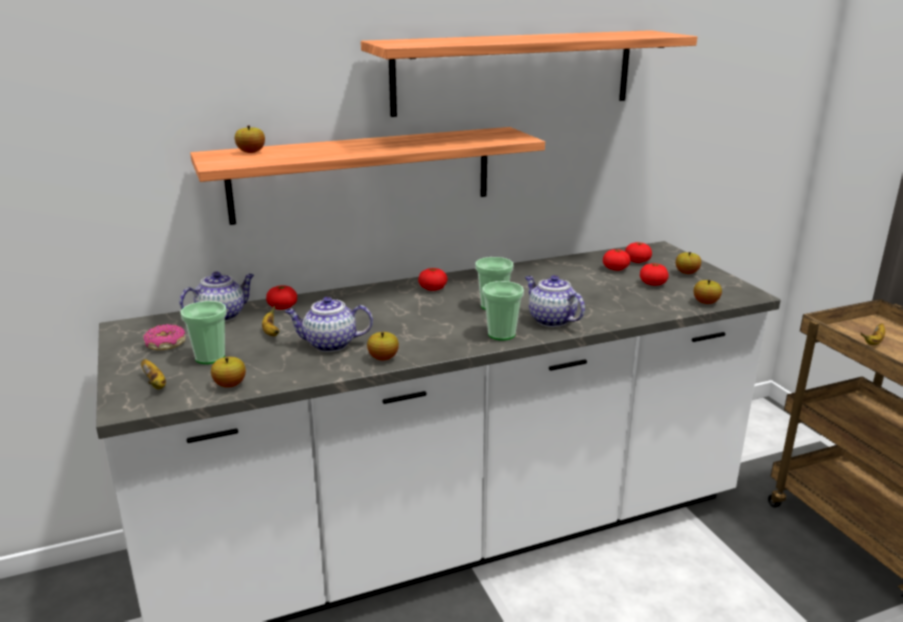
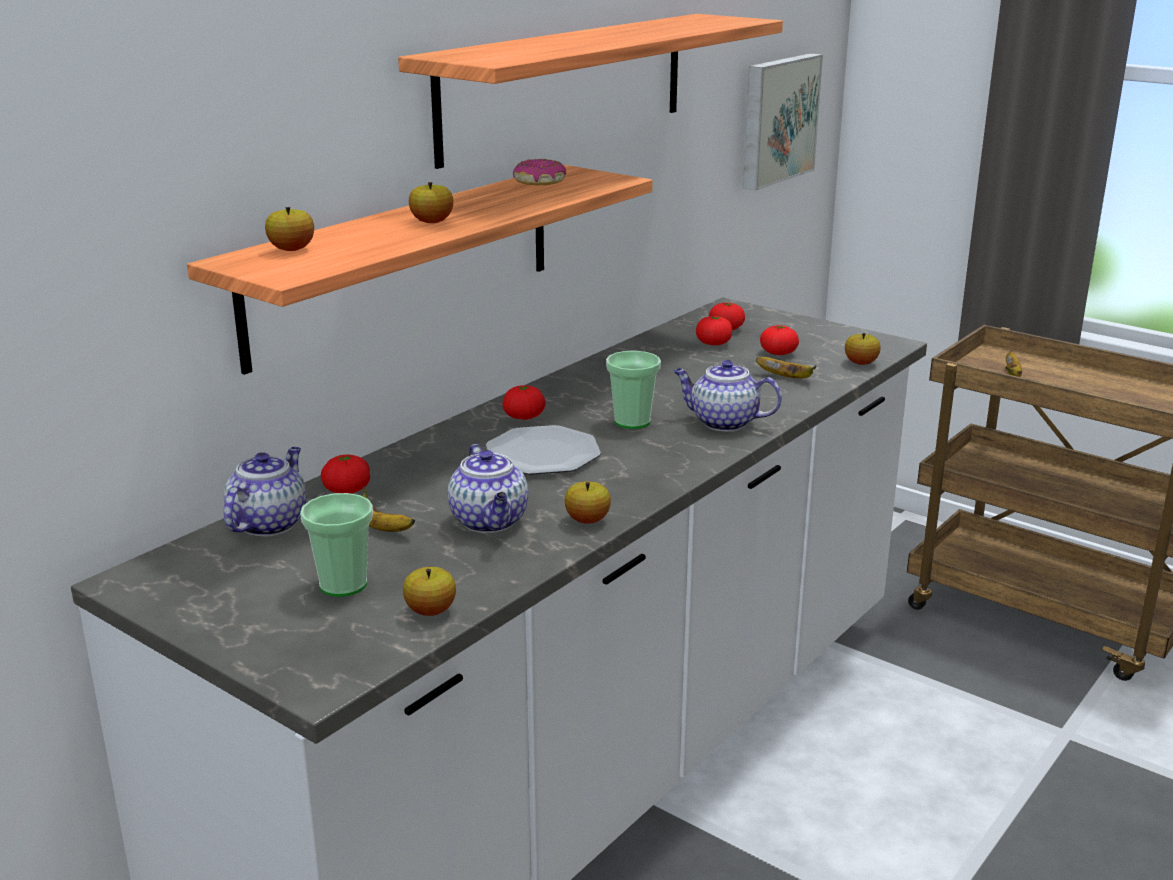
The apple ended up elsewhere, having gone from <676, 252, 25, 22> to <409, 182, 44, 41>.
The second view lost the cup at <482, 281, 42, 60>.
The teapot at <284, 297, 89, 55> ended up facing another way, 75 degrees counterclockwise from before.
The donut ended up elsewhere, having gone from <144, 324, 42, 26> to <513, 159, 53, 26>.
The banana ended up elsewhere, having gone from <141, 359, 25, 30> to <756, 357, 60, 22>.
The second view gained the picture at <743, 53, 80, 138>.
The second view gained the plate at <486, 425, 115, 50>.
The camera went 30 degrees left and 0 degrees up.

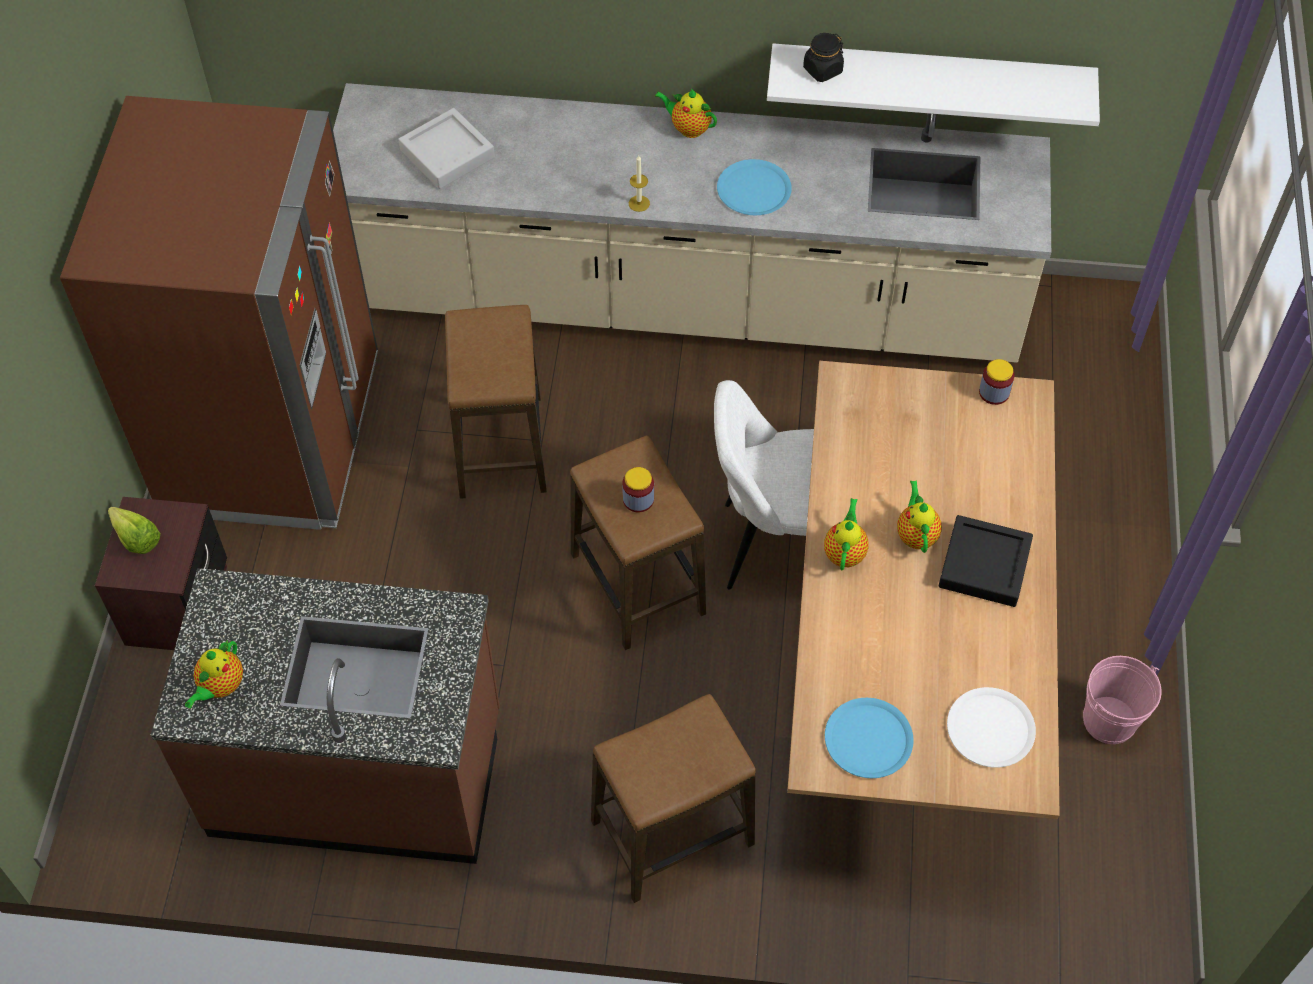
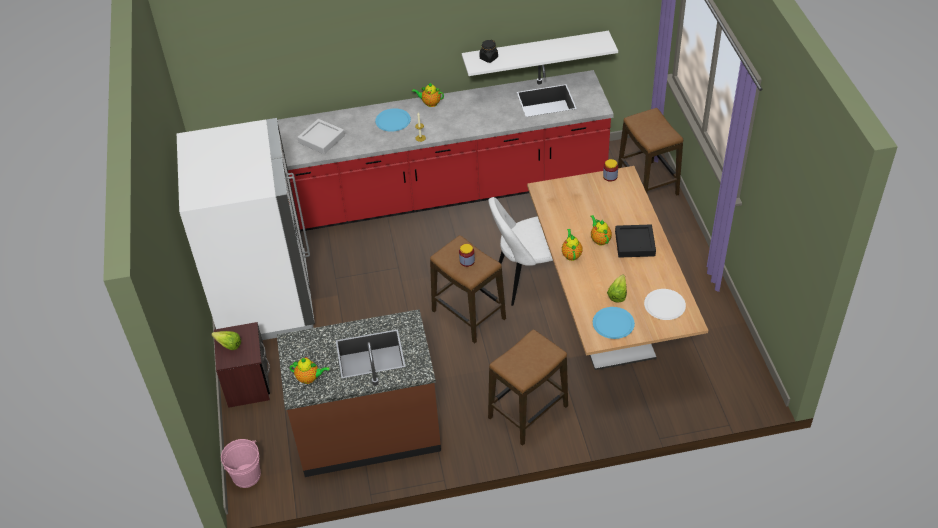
What was the counter (beige) at <333, 83, 718, 280> turned into the counter (red) at <277, 65, 337, 166>.
What was the fridge (brown) at <60, 96, 318, 434> turned into the fridge (white) at <177, 118, 138, 222>.
The plate (blue) ended up elsewhere, having gone from <717, 159, 75, 56> to <375, 108, 36, 24>.
The stool ended up elsewhere, having gone from <445, 305, 102, 194> to <618, 108, 65, 87>.
The teapot at <185, 640, 58, 69> ended up facing another way, 90 degrees counterclockwise from before.
The bucket (pink) ended up elsewhere, having gone from <1083, 656, 78, 88> to <221, 439, 40, 49>.
The second view gained the lettuce at <607, 274, 20, 28>.
The camera went 15 degrees left and 10 degrees down.

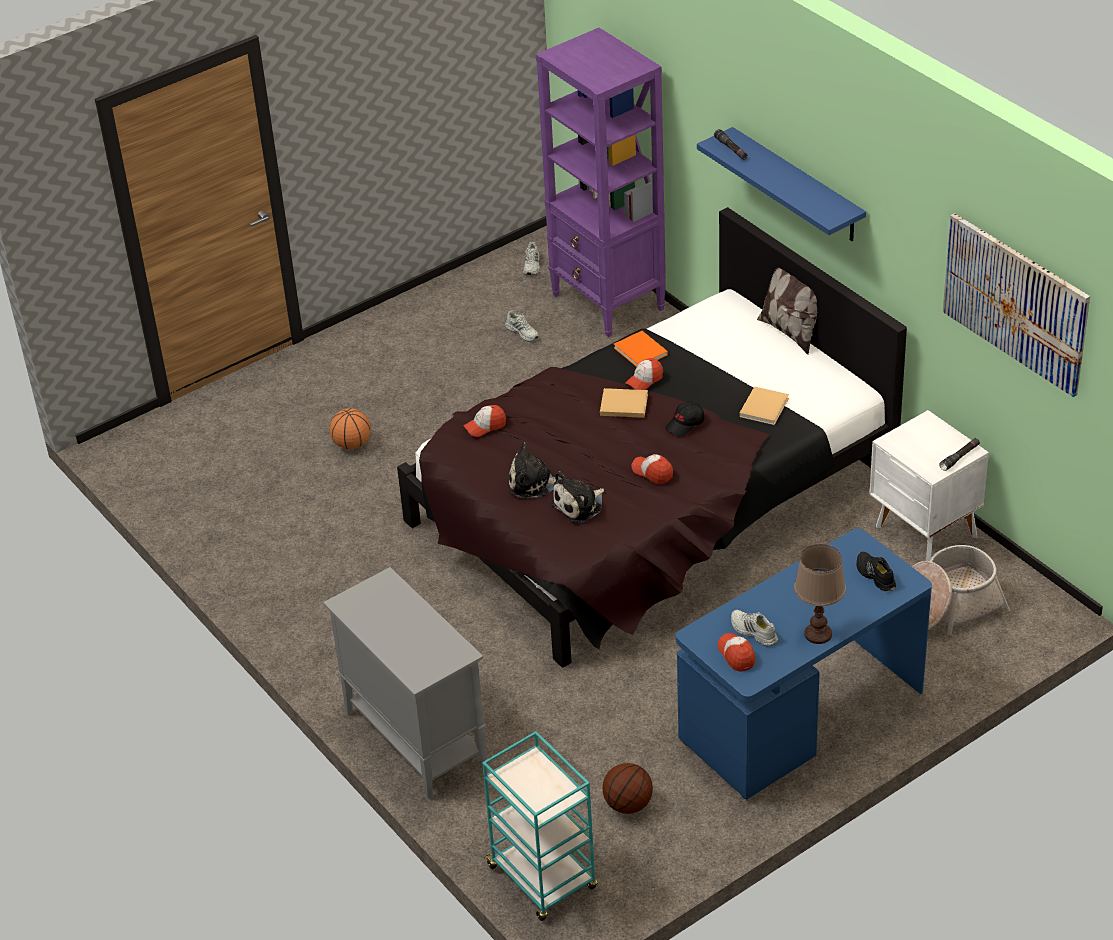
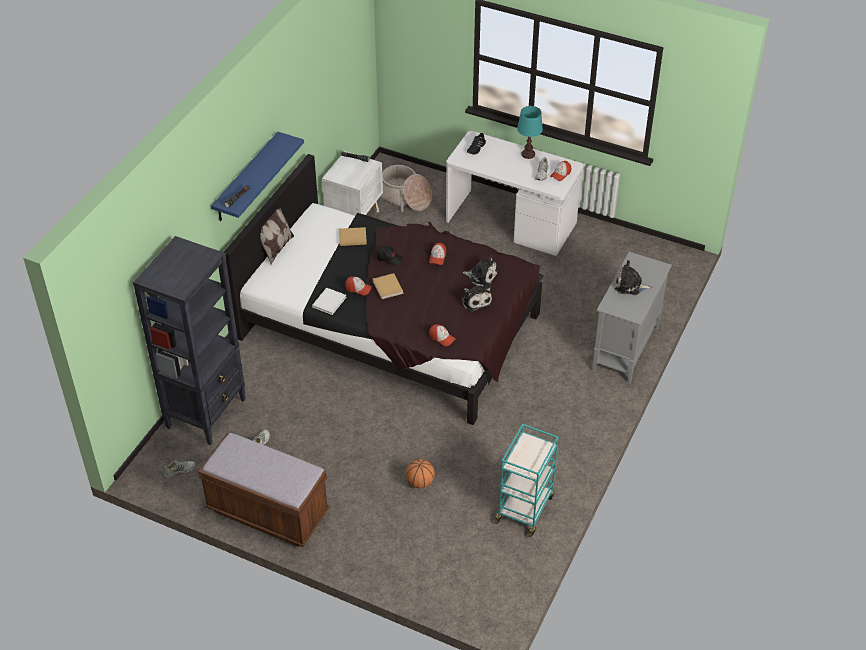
What was the bookcase (purple) at <536, 28, 130, 309> turned into the bookcase (black) at <133, 236, 113, 209>.
The second view lost the picture at <943, 213, 147, 184>.
What was the book (orange) at <614, 331, 54, 36> turned into the book (white) at <312, 288, 34, 27>.
What was the desk (blue) at <676, 529, 256, 271> turned into the desk (white) at <446, 131, 138, 125>.
What was the table lamp (brown) at <794, 544, 52, 100> turned into the table lamp (turquoise) at <517, 106, 26, 53>.
The cart (turquoise) ended up elsewhere, having gone from <482, 731, 116, 190> to <494, 424, 65, 113>.
The second view lost the basketball at <602, 763, 51, 51>.
The second view gained the plush toy at <615, 260, 37, 35>.
The second view gained the bench (brown) at <198, 433, 131, 114>.
The camera went 120 degrees left and 5 degrees up.

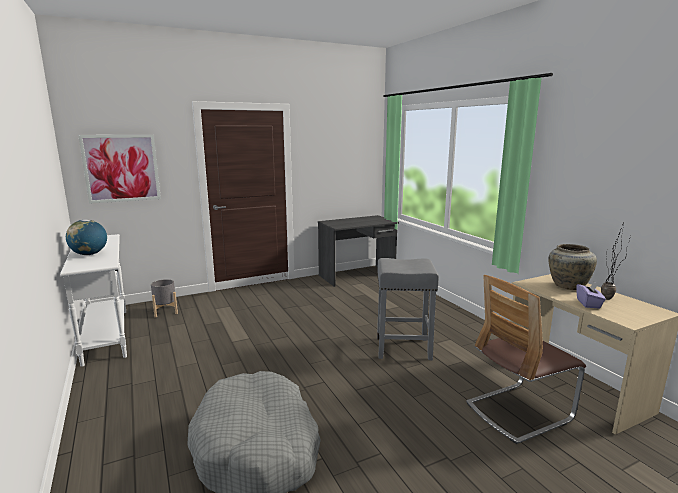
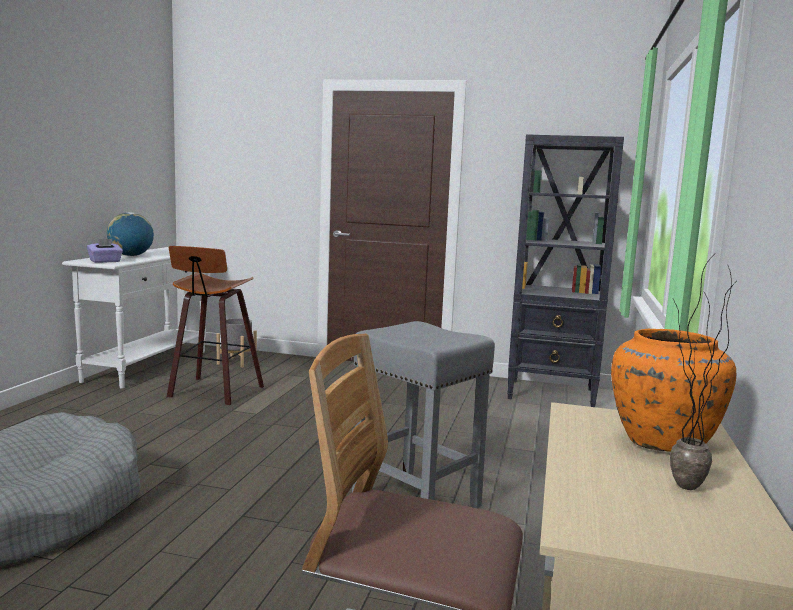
The second view lost the picture at <78, 135, 83, 69>.
Where the desk (grey) stood at <318, 215, 81, 72>, the bookcase (black) came to stand at <507, 134, 117, 273>.
What was the vase (beige) at <548, 244, 49, 46> turned into the vase (orange) at <611, 329, 125, 123>.
The tissue box (purple) ended up elsewhere, having gone from <577, 282, 29, 27> to <87, 239, 36, 24>.
The second view gained the stool at <167, 246, 97, 159>.
The camera went 40 degrees right and 5 degrees down.

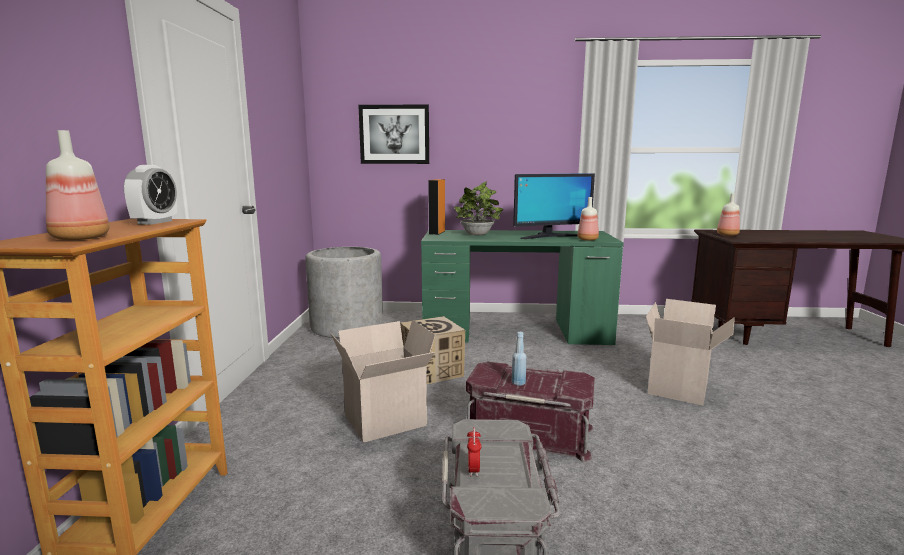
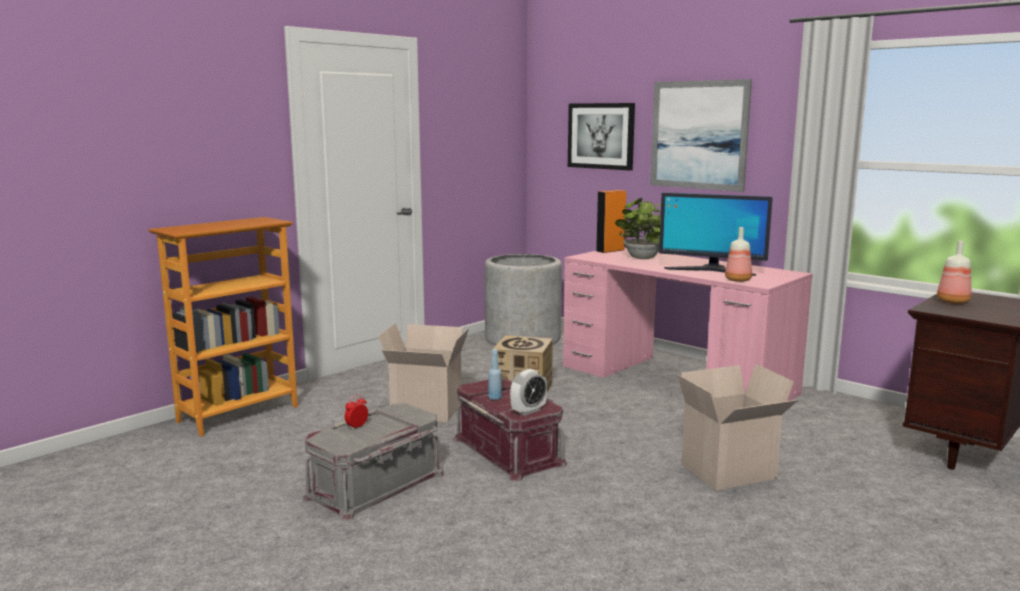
The second view lost the bottle at <46, 130, 64, 110>.
The alarm clock ended up elsewhere, having gone from <124, 165, 53, 59> to <510, 369, 37, 47>.
What was the desk (green) at <421, 230, 203, 115> turned into the desk (pink) at <563, 248, 250, 153>.
The second view gained the picture at <650, 79, 102, 113>.
The camera went 40 degrees right and 0 degrees up.

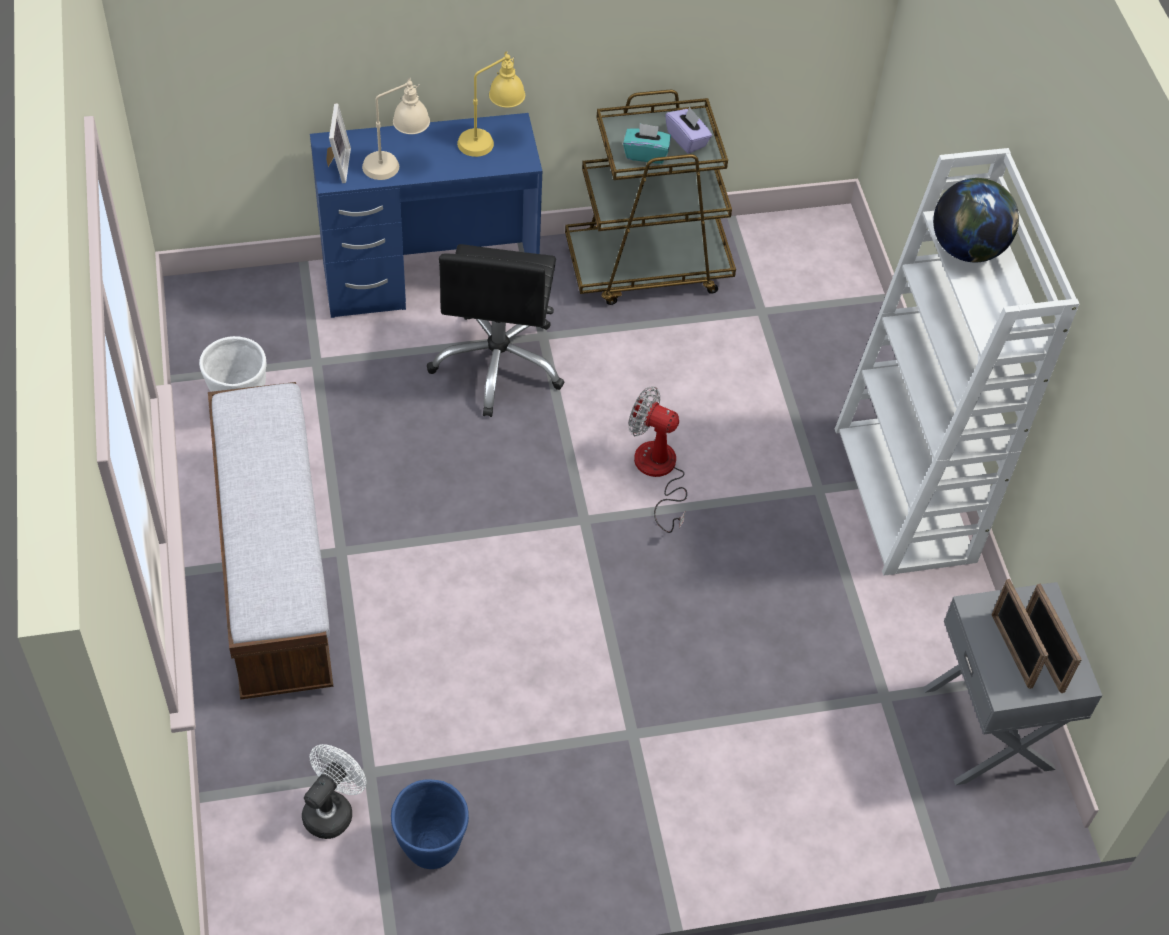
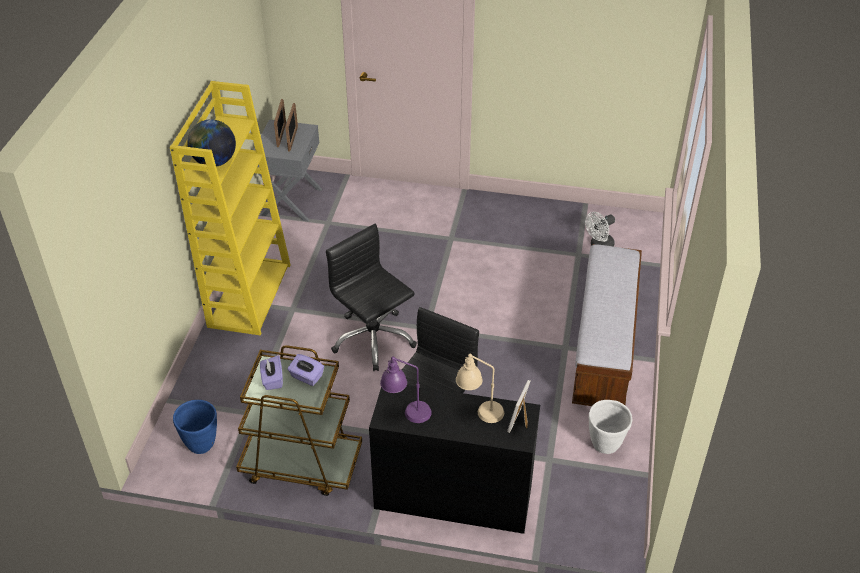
What was the table lamp (yellow) at <457, 51, 68, 106> turned into the table lamp (purple) at <380, 356, 52, 67>.
What was the desk (blue) at <310, 113, 232, 205> turned into the desk (black) at <369, 385, 171, 149>.
What was the tissue box (turquoise) at <623, 123, 48, 41> turned into the tissue box (purple) at <288, 354, 36, 32>.
What was the bookcase (white) at <835, 148, 244, 428> turned into the bookcase (yellow) at <170, 81, 121, 254>.
Where the fan stood at <629, 386, 58, 147>, the office chair (black) came to stand at <326, 224, 91, 147>.
The planter (blue) ended up elsewhere, having gone from <391, 779, 78, 90> to <173, 400, 44, 54>.
The camera went 155 degrees left and 10 degrees down.

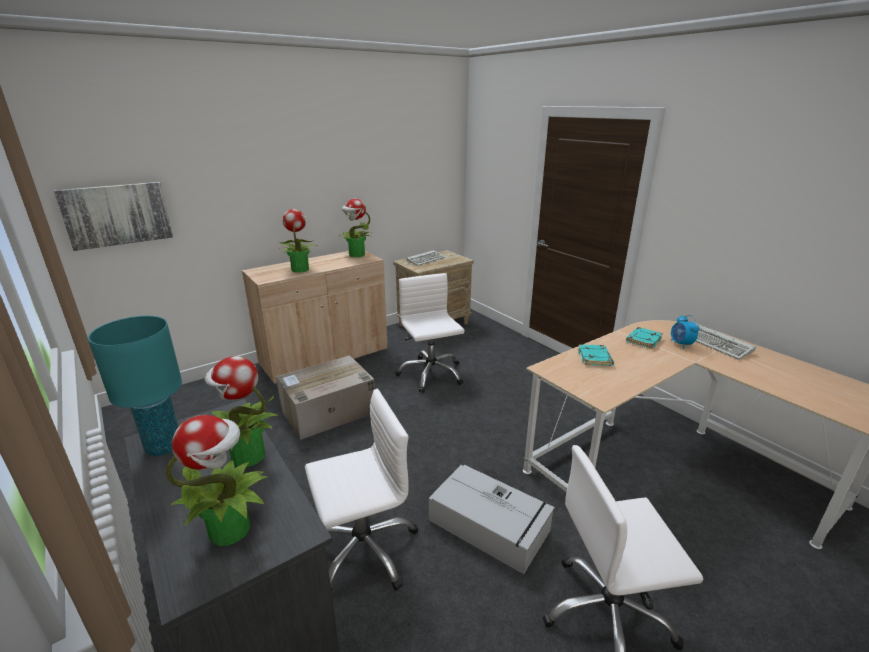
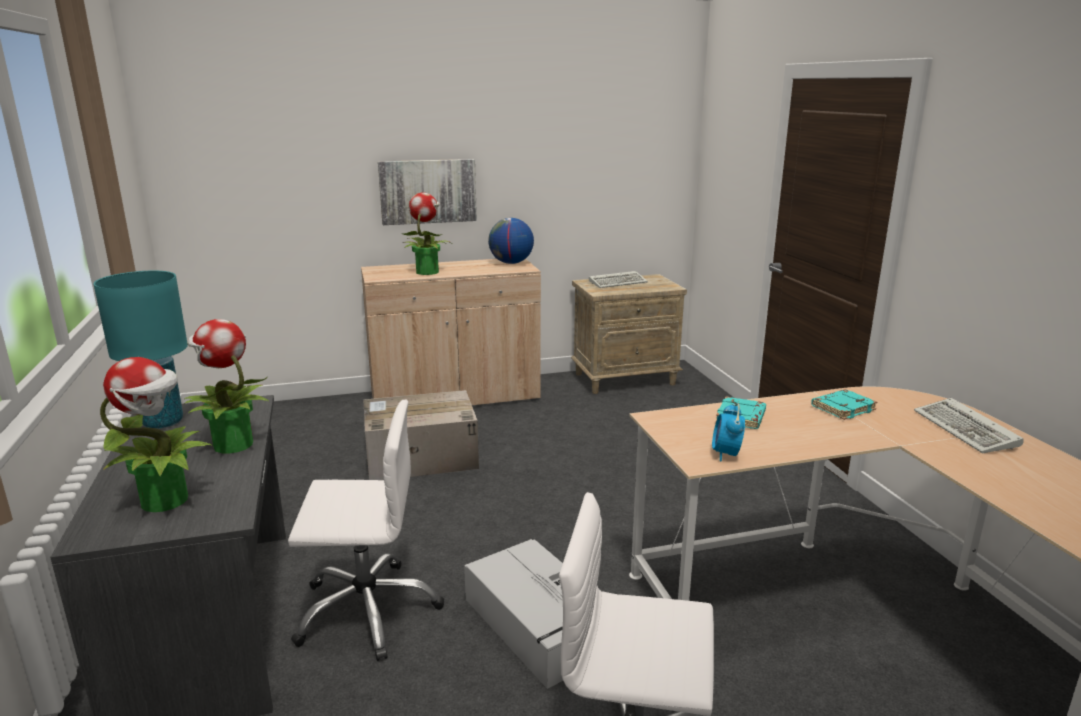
The picture ended up elsewhere, having gone from <54, 182, 119, 69> to <378, 159, 99, 66>.
Where the potted plant stood at <339, 199, 32, 58>, the globe came to stand at <488, 218, 46, 46>.
The second view lost the office chair (white) at <395, 273, 70, 120>.
The alarm clock ended up elsewhere, having gone from <671, 315, 28, 34> to <712, 403, 33, 58>.
The camera went 20 degrees right and 5 degrees down.

